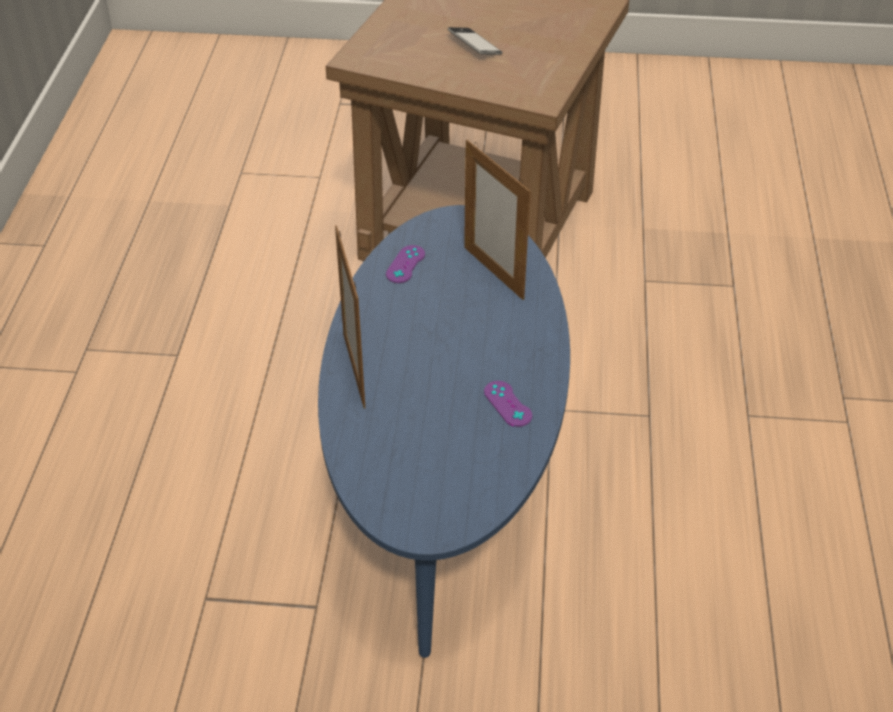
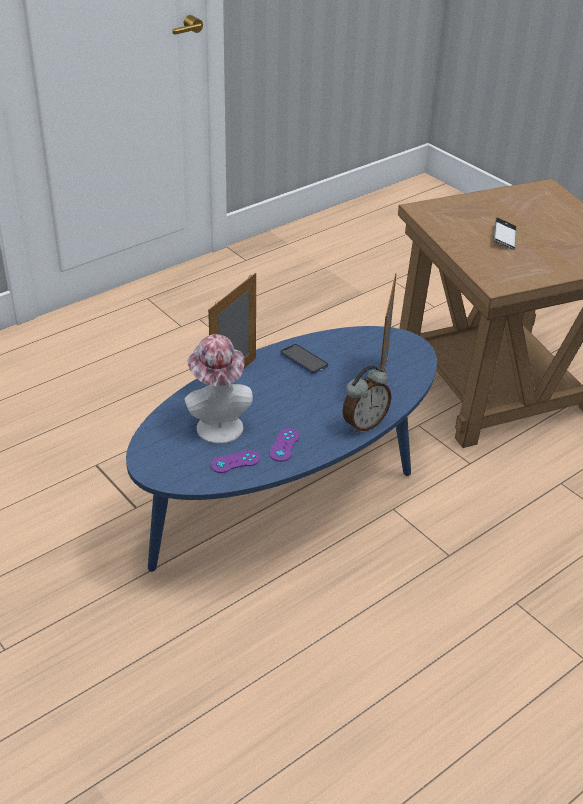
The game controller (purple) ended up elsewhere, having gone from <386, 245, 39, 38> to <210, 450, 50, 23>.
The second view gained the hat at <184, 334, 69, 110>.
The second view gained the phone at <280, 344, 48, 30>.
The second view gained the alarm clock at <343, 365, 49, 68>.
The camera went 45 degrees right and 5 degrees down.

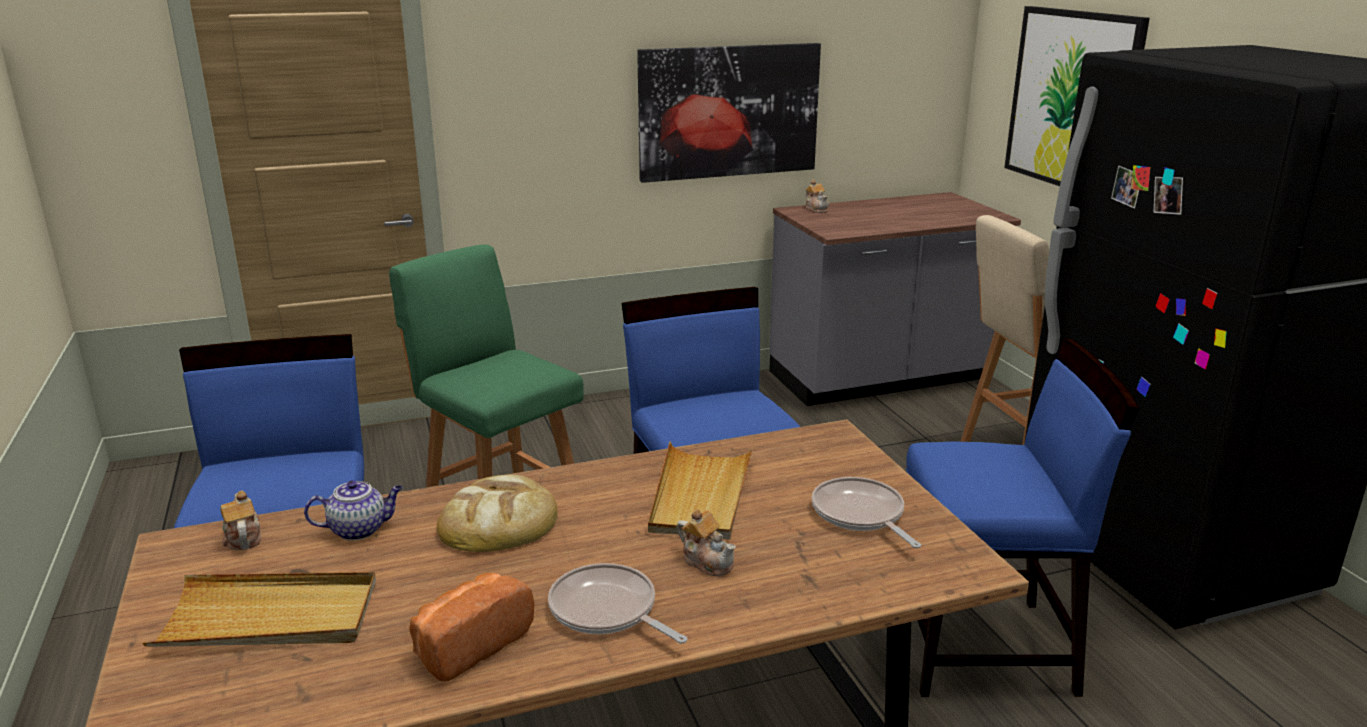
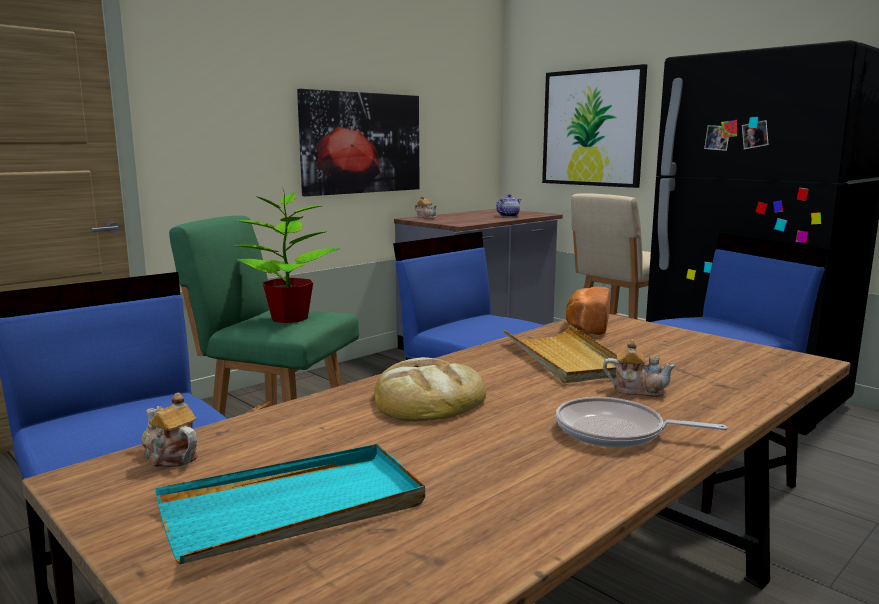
The second view lost the frying pan at <812, 477, 109, 71>.
The teapot ended up elsewhere, having gone from <304, 480, 99, 61> to <496, 194, 25, 23>.
What was the tray (beige) at <142, 572, 234, 75> turned into the tray (turquoise) at <155, 444, 270, 121>.
The bread ended up elsewhere, having gone from <410, 573, 124, 109> to <566, 287, 44, 48>.
The second view gained the potted plant at <235, 190, 106, 133>.
The camera went 25 degrees left and 10 degrees down.

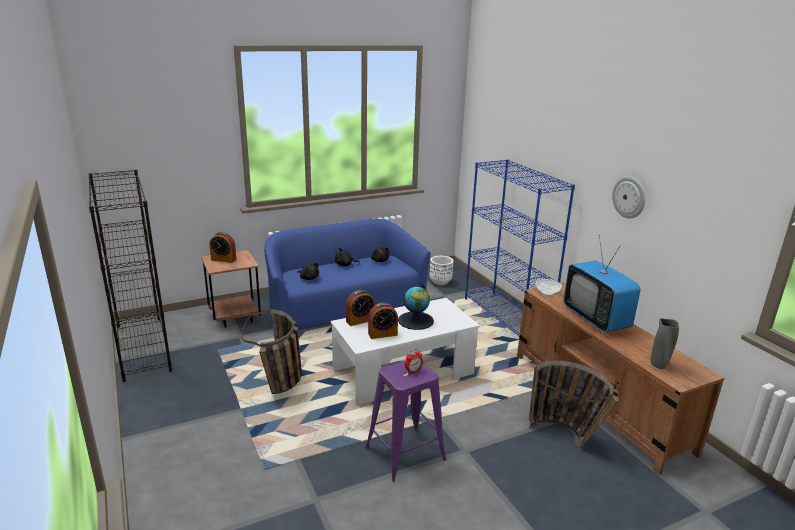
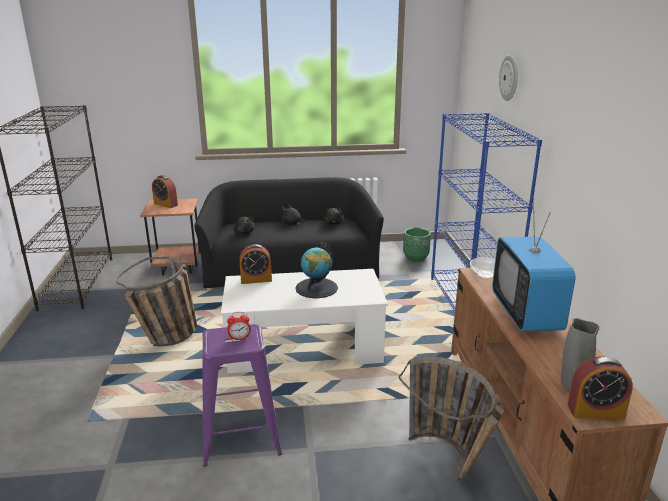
The wall clock ended up elsewhere, having gone from <612, 176, 33, 43> to <499, 55, 19, 46>.
What was the sofa (blue) at <264, 219, 167, 111> turned into the sofa (black) at <194, 177, 190, 114>.
What was the planter (white) at <430, 256, 23, 29> turned into the planter (green) at <403, 228, 28, 34>.
The alarm clock ended up elsewhere, having gone from <368, 303, 30, 36> to <568, 356, 65, 64>.
The camera went 20 degrees right and 0 degrees up.

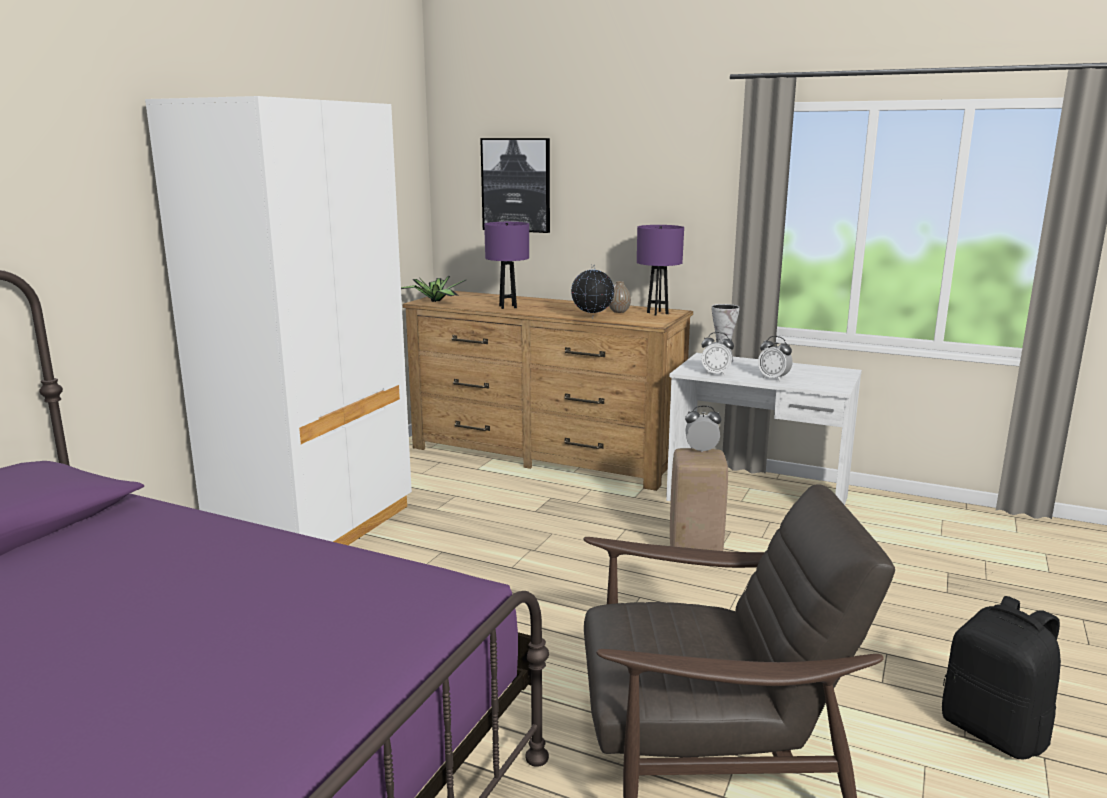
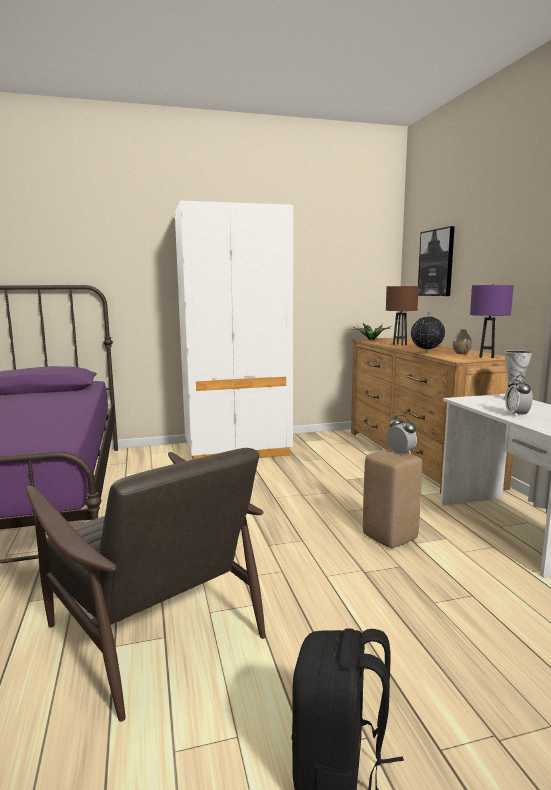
What was the table lamp (purple) at <484, 222, 45, 87> turned into the table lamp (brown) at <386, 286, 33, 60>.
The second view lost the alarm clock at <701, 332, 33, 44>.
The camera went 50 degrees right and 5 degrees down.

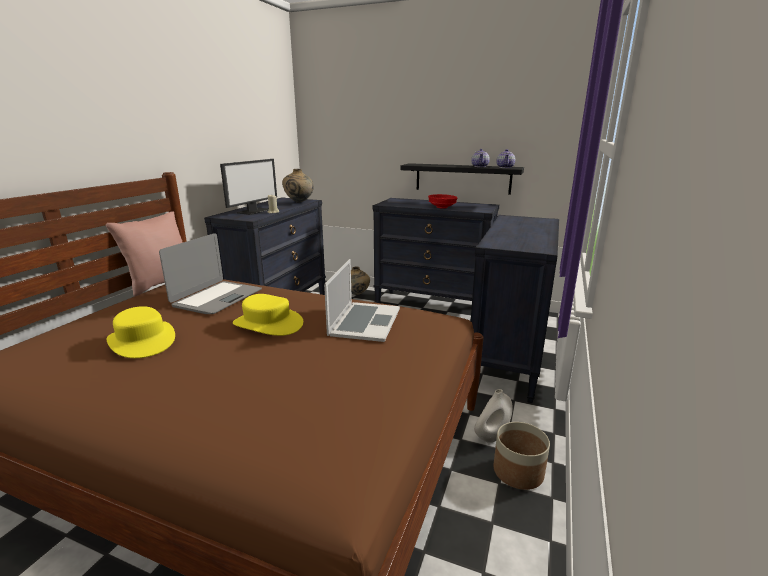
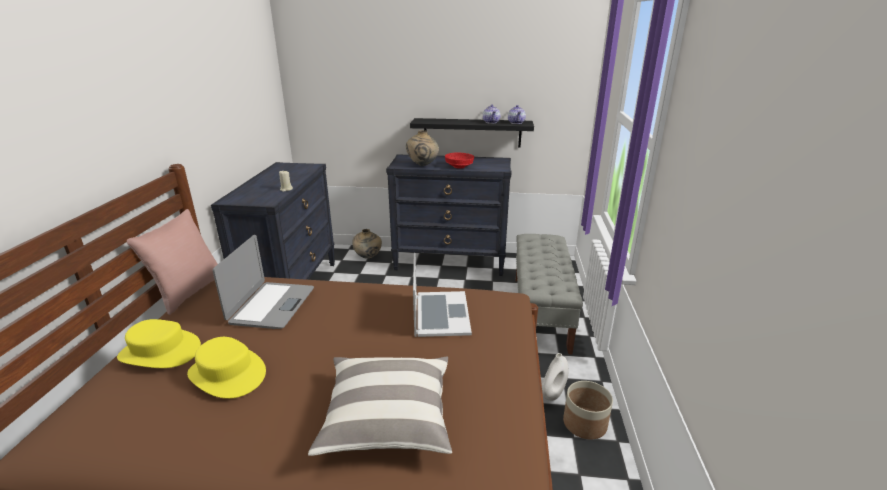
The second view lost the monitor at <220, 159, 57, 56>.
The vase (beige) ended up elsewhere, having gone from <282, 169, 32, 34> to <406, 130, 33, 36>.
Where the dresser (black) stood at <471, 215, 88, 188>, the bench (grey) came to stand at <516, 234, 67, 120>.
The hat (yellow) ended up elsewhere, having gone from <233, 294, 70, 42> to <117, 319, 84, 49>.
The second view gained the pillow at <308, 356, 144, 100>.
The camera went 15 degrees left and 5 degrees up.

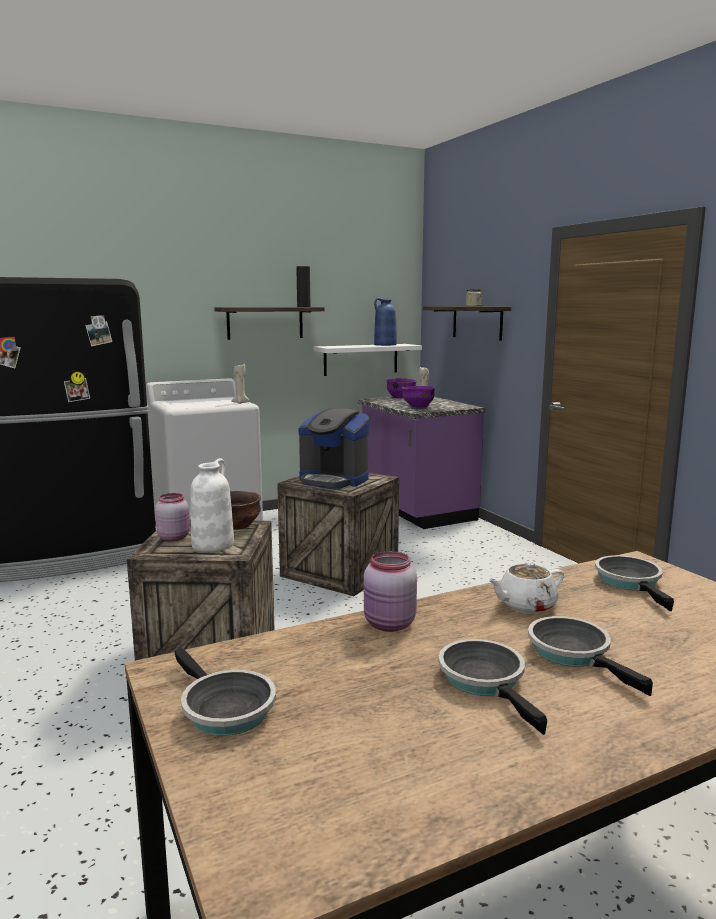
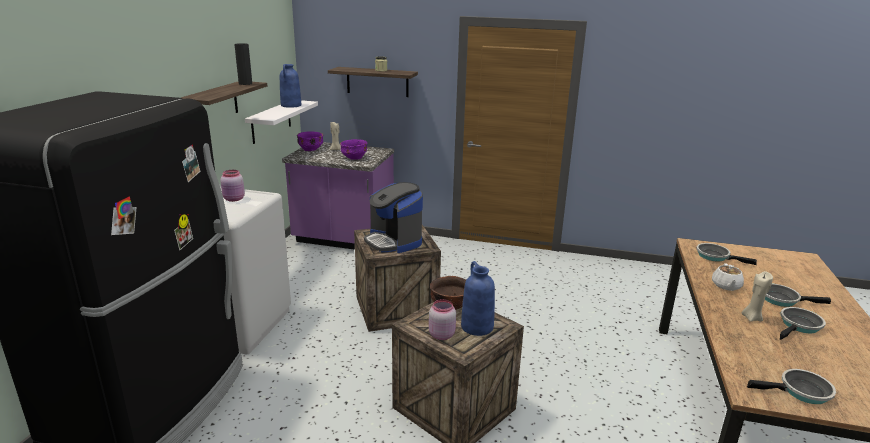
The candle (beige) ended up elsewhere, having gone from <231, 364, 19, 40> to <742, 271, 31, 51>.
The coffee machine at <299, 408, 70, 81> ended up facing another way, 75 degrees clockwise from before.
What was the vase (white) at <191, 458, 43, 94> turned into the vase (blue) at <461, 261, 34, 75>.
The jar (pink) ended up elsewhere, having gone from <364, 551, 53, 81> to <220, 170, 25, 32>.
The frying pan at <438, 639, 109, 96> ended up facing another way, 120 degrees clockwise from before.
The camera went 50 degrees left and 10 degrees up.

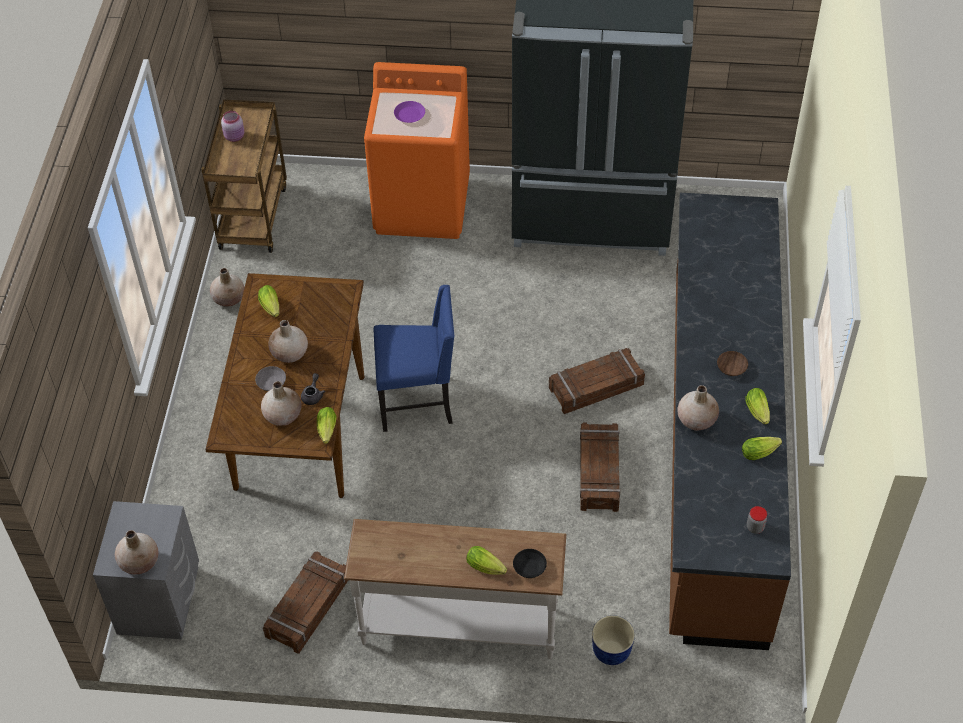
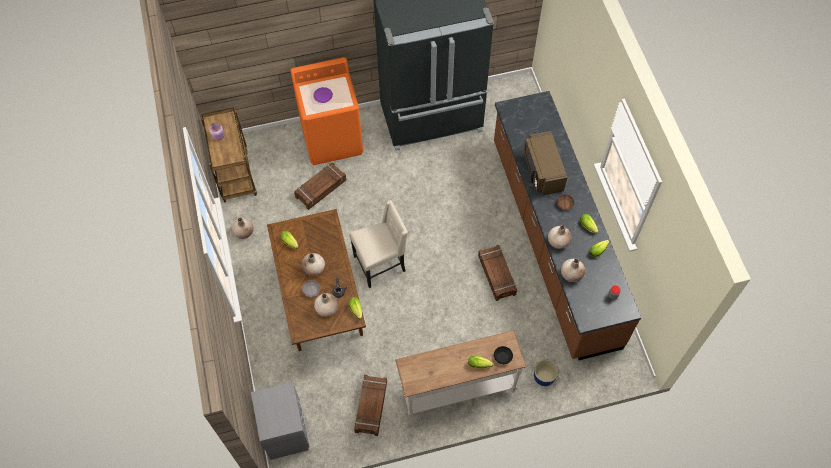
What was the chair (blue) at <373, 285, 82, 147> turned into the chair (beige) at <349, 200, 59, 88>.
The crate ended up elsewhere, having gone from <549, 348, 96, 66> to <294, 162, 52, 48>.
The vase (beige) ended up elsewhere, having gone from <115, 530, 44, 44> to <561, 259, 24, 23>.
The second view gained the microwave (brown) at <523, 131, 45, 64>.
The camera went 20 degrees left and 10 degrees up.

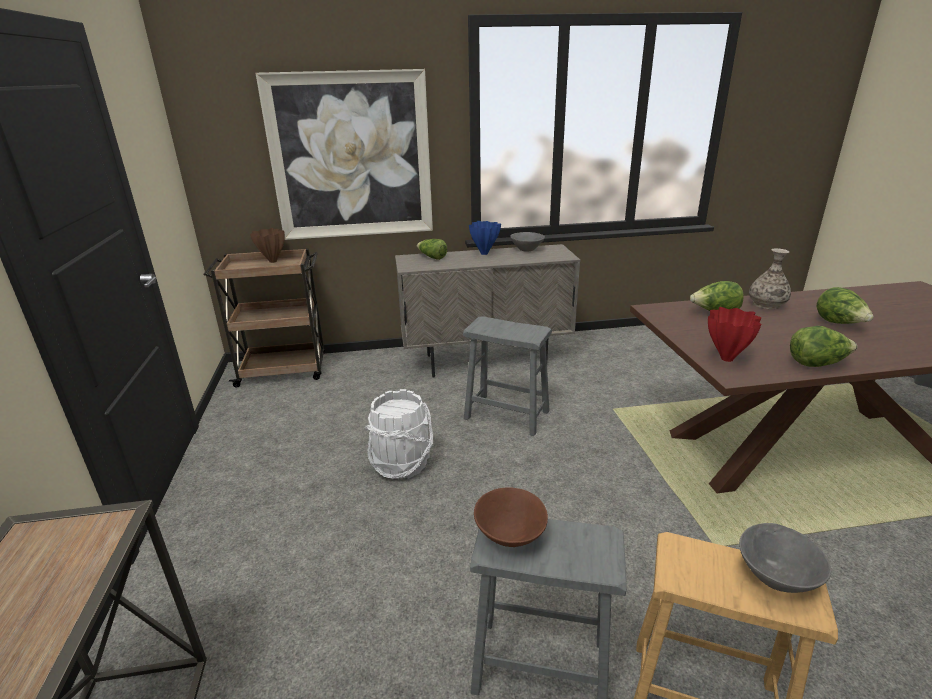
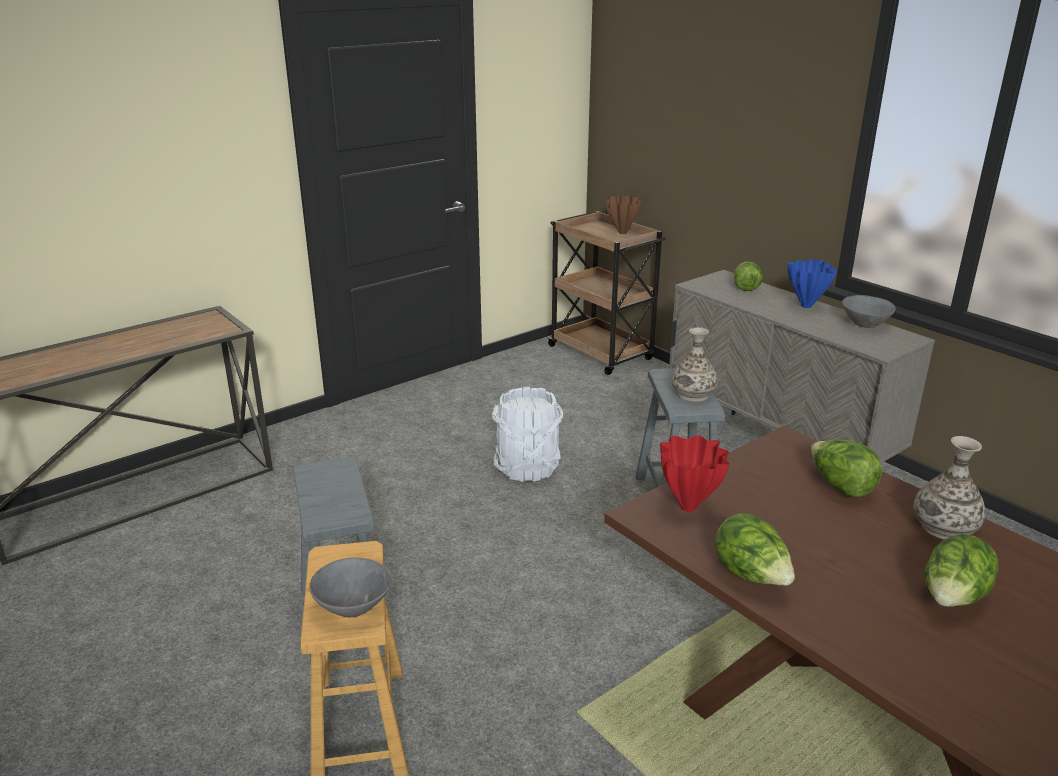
The second view lost the picture at <256, 69, 177, 171>.
The second view lost the bowl (brown) at <474, 487, 74, 60>.
The second view gained the vase at <672, 327, 46, 75>.
The camera went 60 degrees right and 0 degrees up.

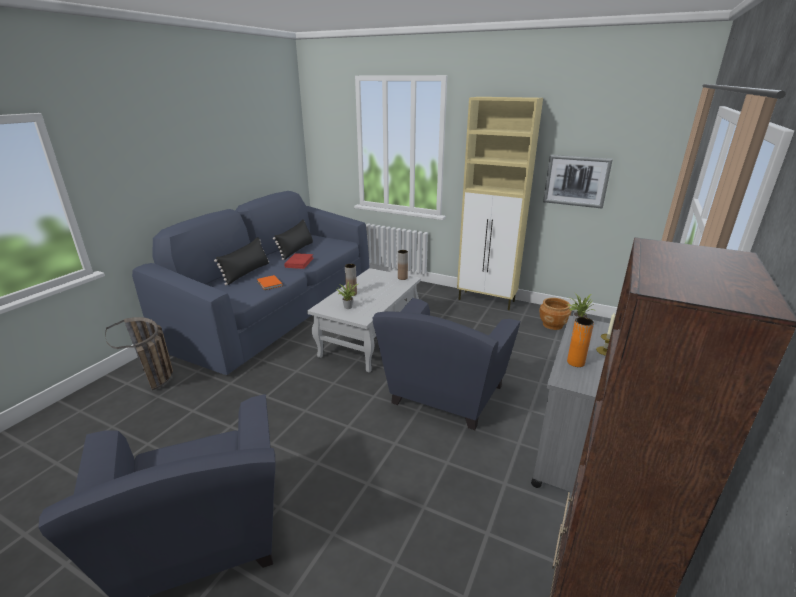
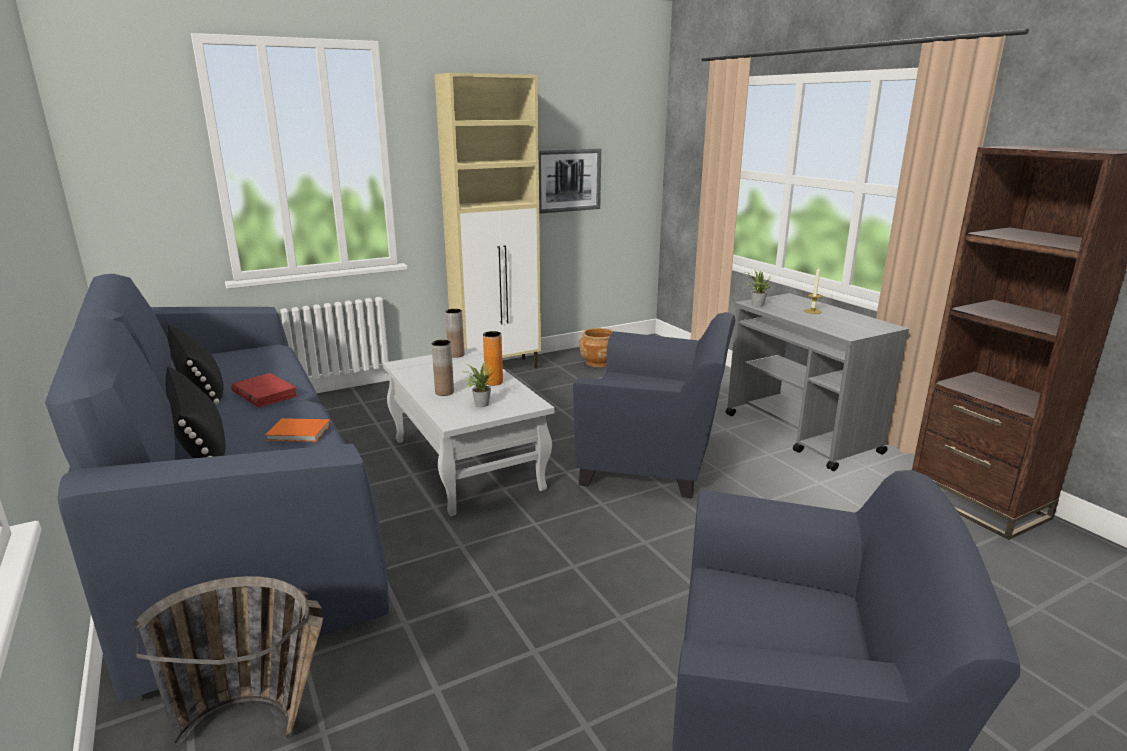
The armchair (blue) at <373, 298, 147, 132> ended up facing another way, 45 degrees counterclockwise from before.
The vase (orange) ended up elsewhere, having gone from <567, 317, 27, 50> to <483, 331, 20, 55>.
The camera went 55 degrees left and 5 degrees down.

